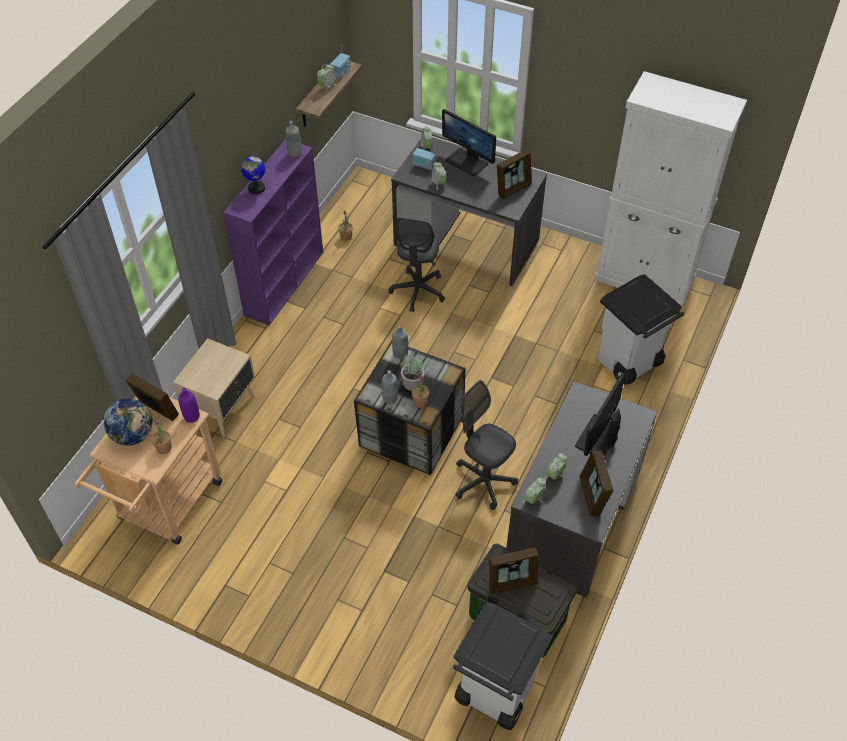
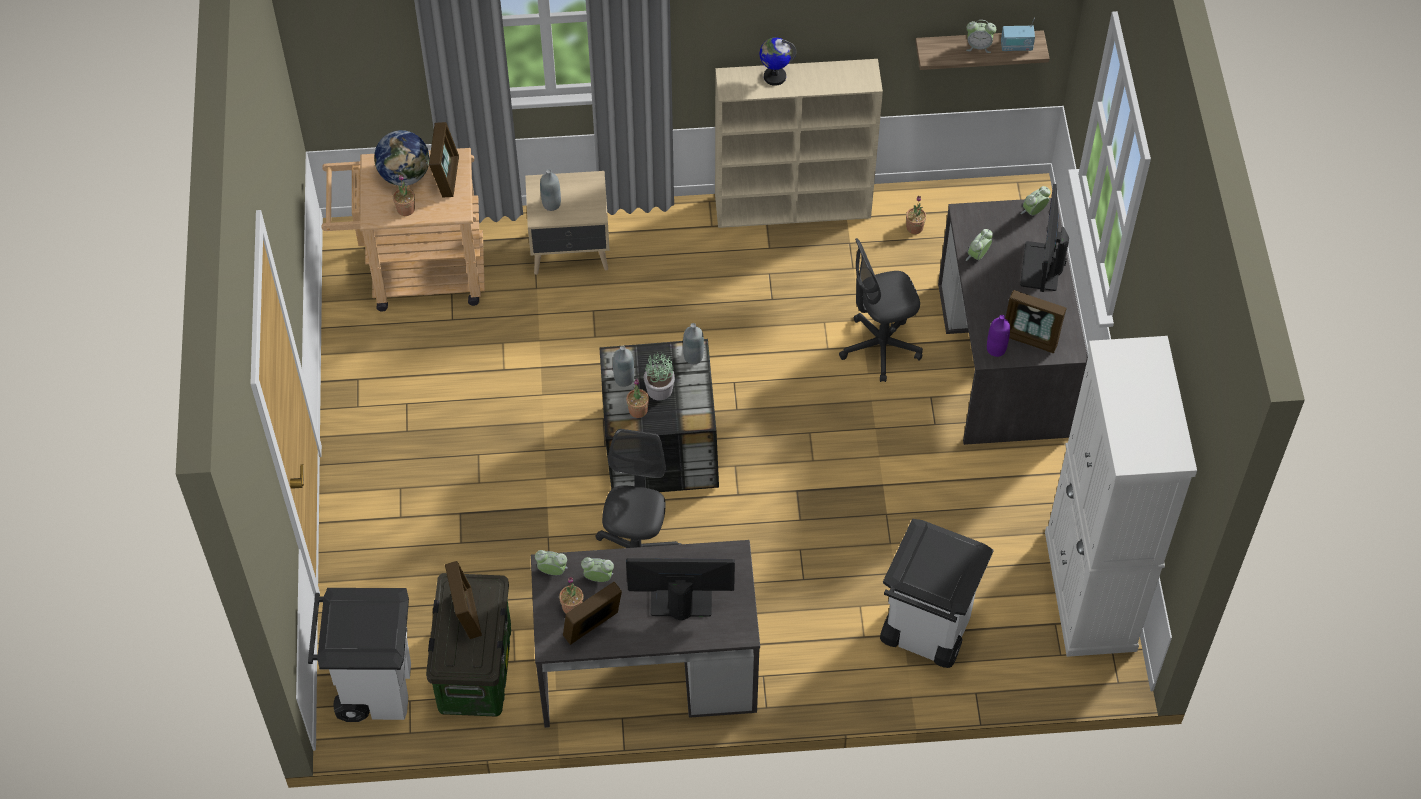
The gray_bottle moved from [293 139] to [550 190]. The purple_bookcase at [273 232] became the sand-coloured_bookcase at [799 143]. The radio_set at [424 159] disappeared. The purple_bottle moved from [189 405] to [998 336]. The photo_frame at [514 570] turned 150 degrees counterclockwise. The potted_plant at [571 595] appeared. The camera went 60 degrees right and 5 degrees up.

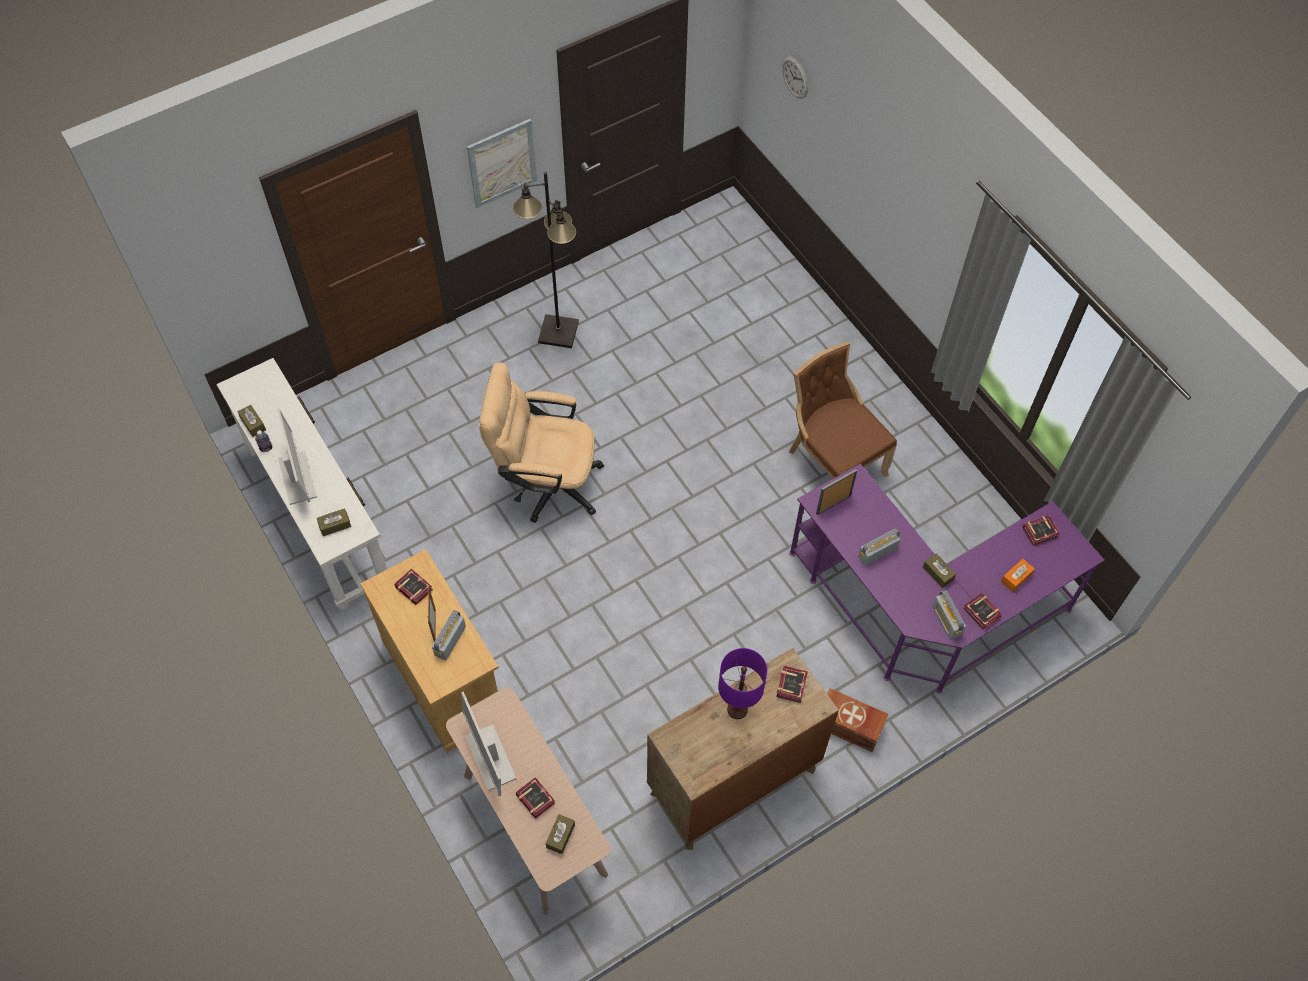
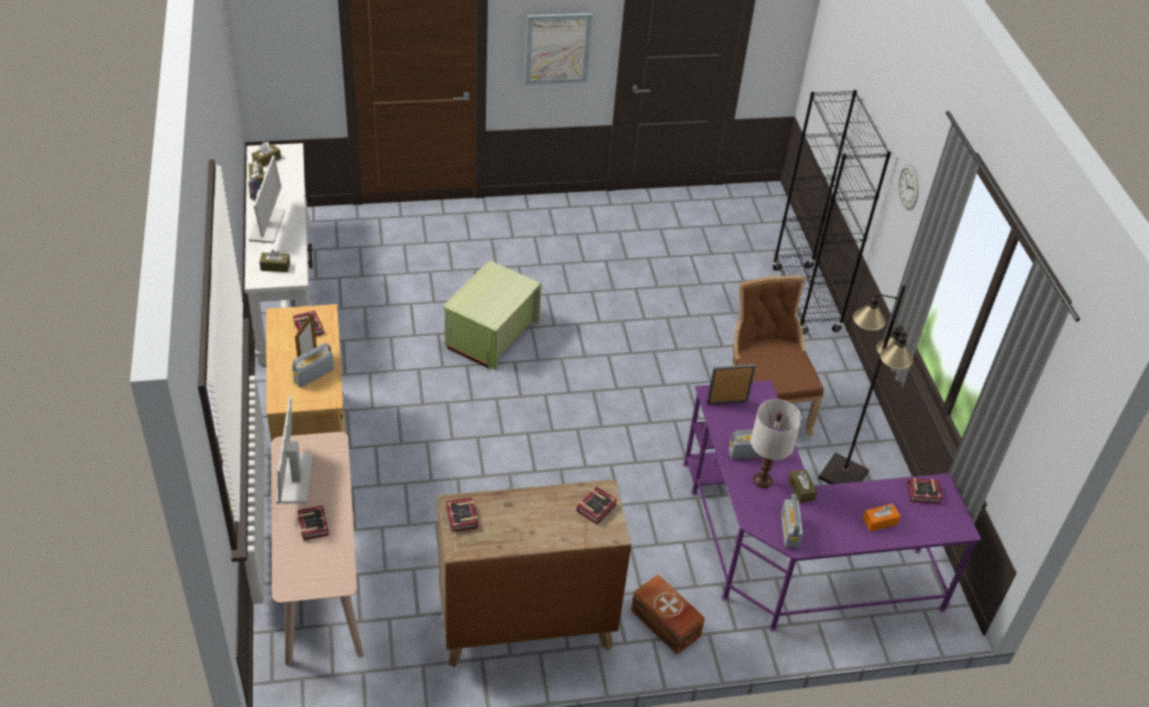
The hanging_clock moved from [795 77] to [908 187]. The blackish_standard_lamp moved from [546 260] to [865 384]. The sand-coloured_office_chair at [541 442] was replaced by the green_storage_bin at [492 315]. The book moved from [982 611] to [462 515]. The purple_table_lamp at [742 683] disappeared. The brown-coloured_box_of_tissues moved from [560 834] to [266 154]. The blackish_bookcase at [831 212] appeared. The whitish_table_lamp at [776 443] appeared. The camera went 20 degrees right and 15 degrees down.

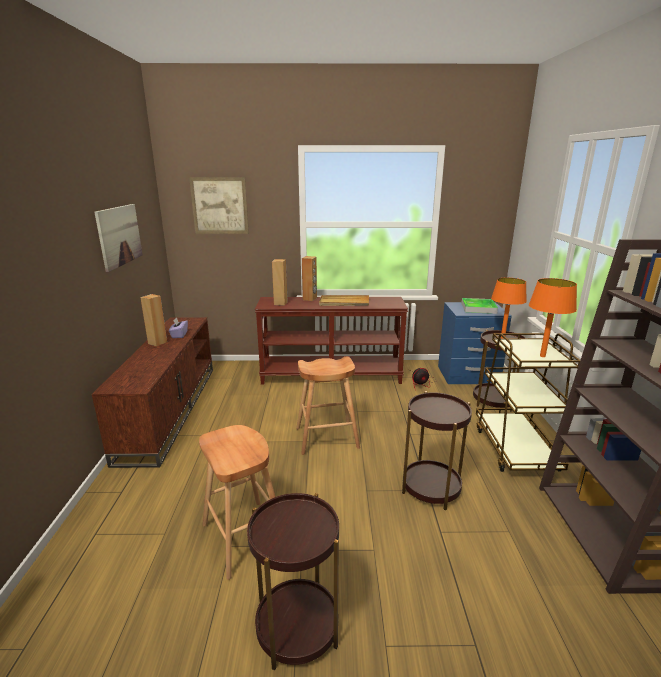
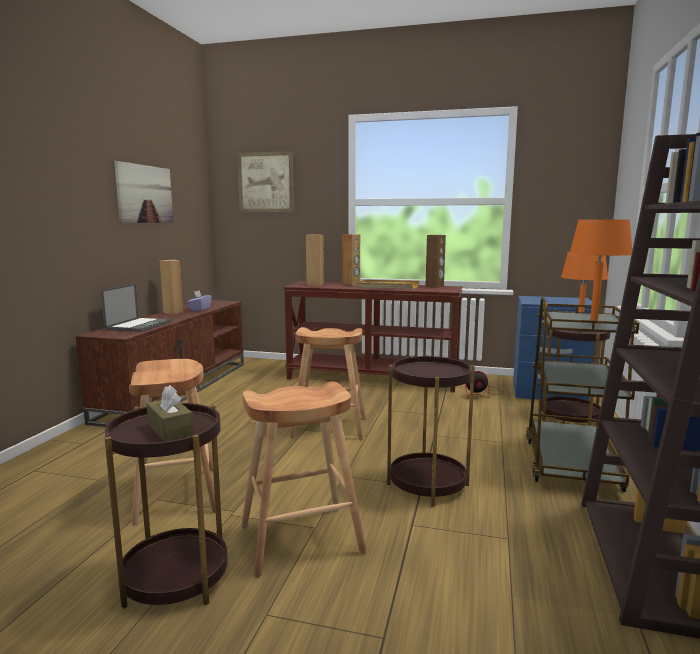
The tray at [479 306] disappeared. The brown-coloured_audio_speaker at [435 261] appeared. The laptop at [136 308] appeared. The brown-coloured_stool at [304 479] appeared. The brown-coloured_box_of_tissues at [170 413] appeared. The camera went 15 degrees right and 10 degrees down.

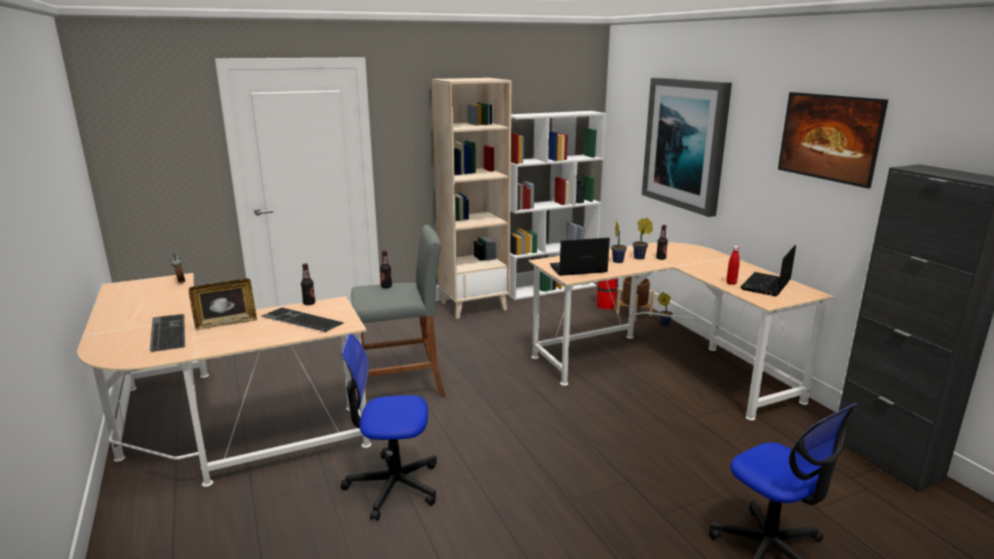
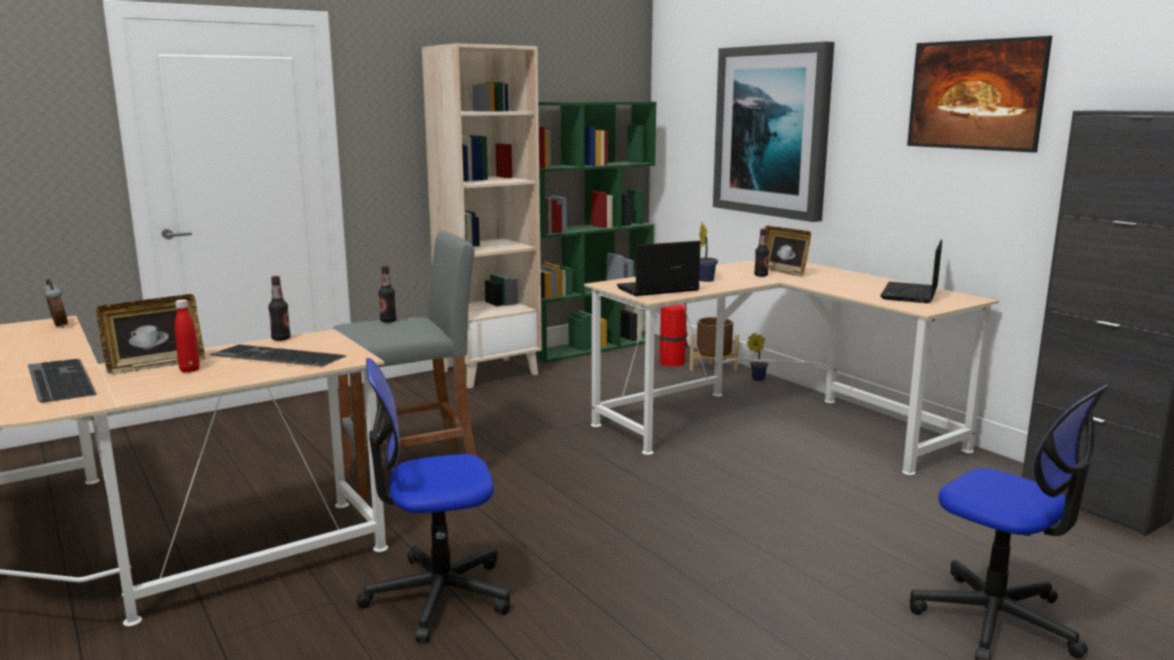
The whitish_bookcase at [556 205] became the green_bookcase at [596 232]. The potted_plant at [643 239] disappeared. The reddish_bottle moved from [733 265] to [187 336]. The photo_frame at [788 251] appeared. The camera went 10 degrees left and 5 degrees down.

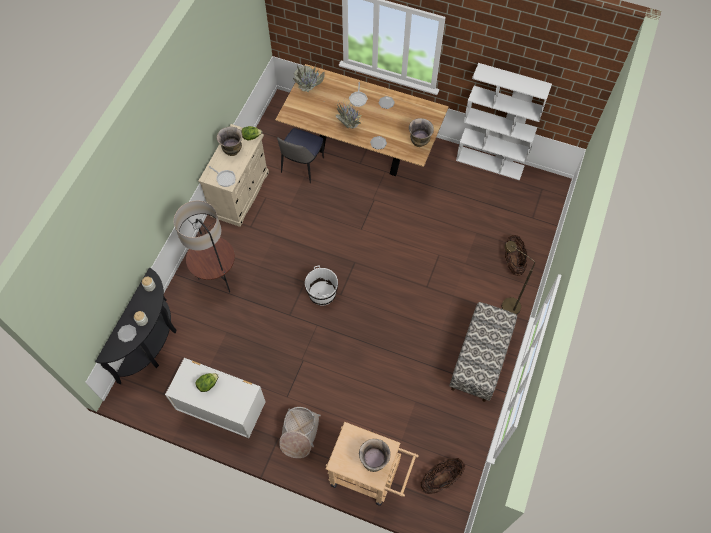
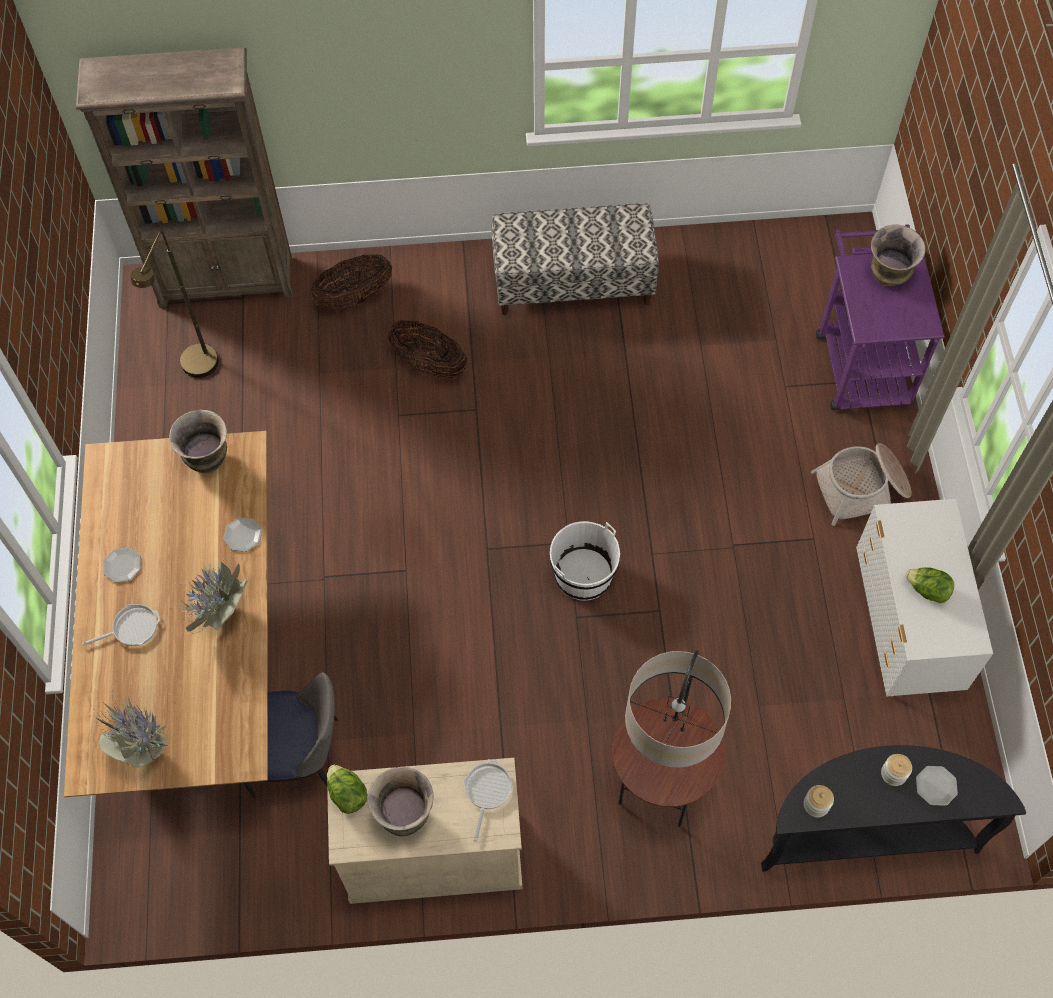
The whitish_bookcase at [504 121] disappeared. The brown-coloured_standard_lamp moved from [518 277] to [174 304]. The sand-coloured_cart at [372 464] became the purple_cart at [880 317]. The storage_basket moved from [442 476] to [427 349]. The brown-coloured_bookcase at [184 177] appeared. The camera went 115 degrees left and 0 degrees up.

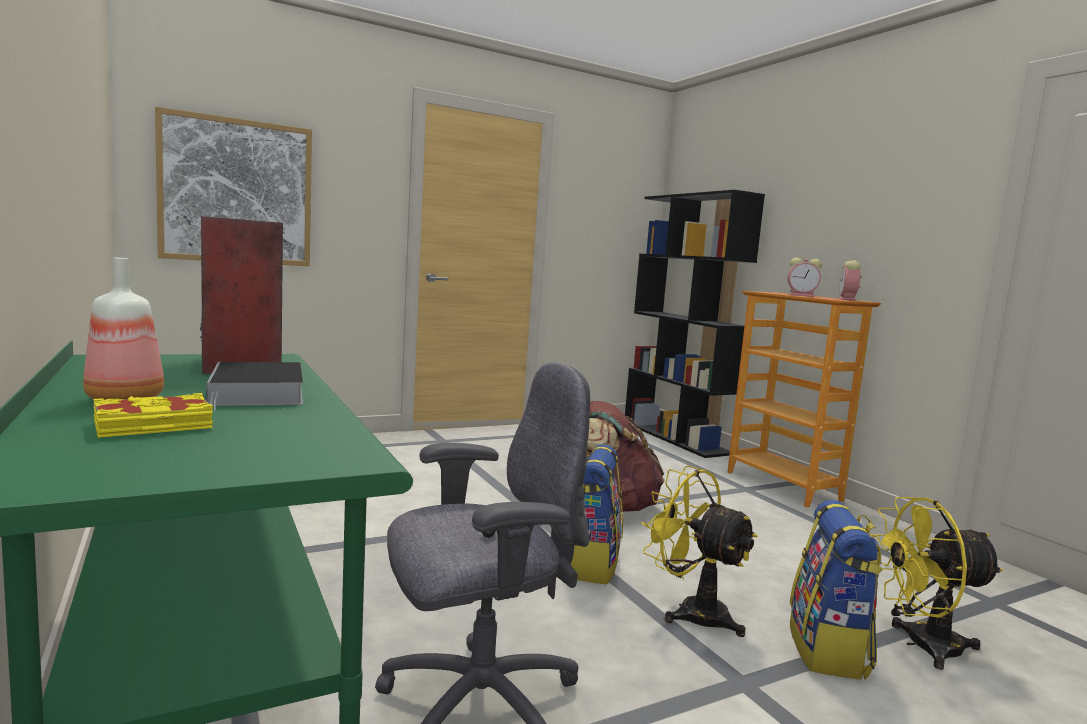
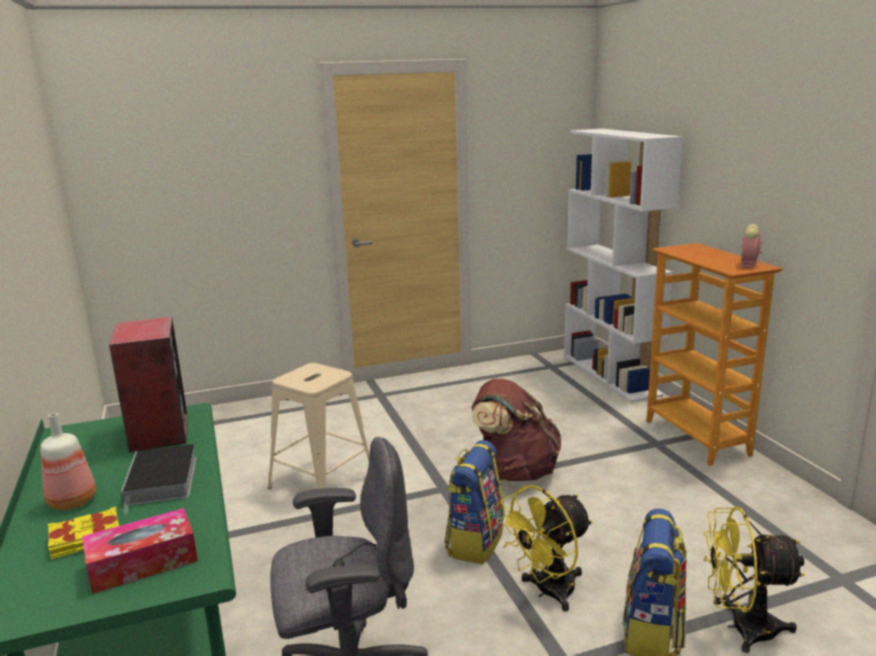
The wall_art at [233 186] disappeared. The blackish_bookcase at [695 324] became the whitish_bookcase at [623 265]. The alarm_clock at [804 277] disappeared. The yellowish_electric_fan at [699 551] turned 90 degrees counterclockwise. The sand-coloured_stool at [319 426] appeared. The box_of_tissues at [140 551] appeared. The camera went 10 degrees right and 10 degrees up.

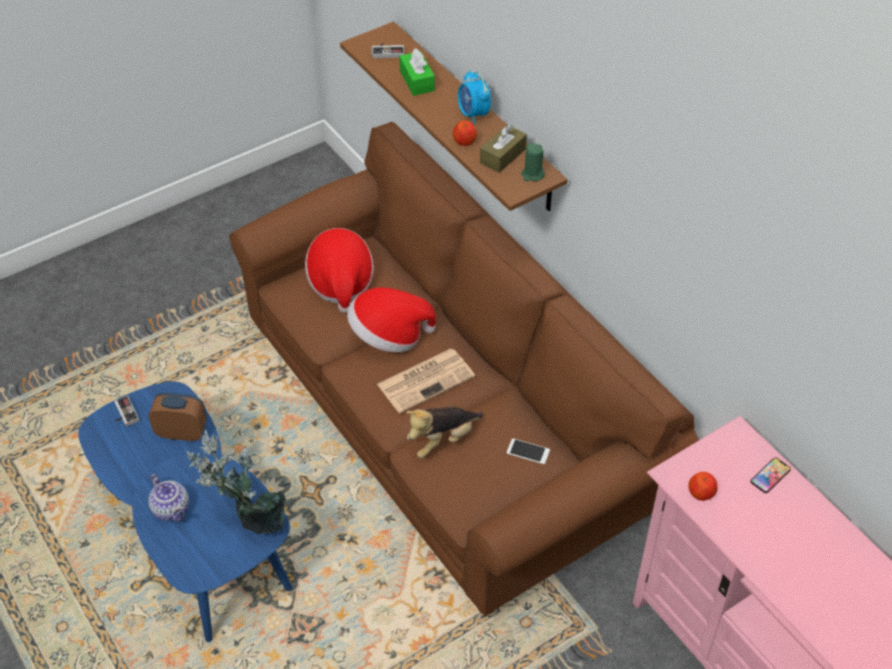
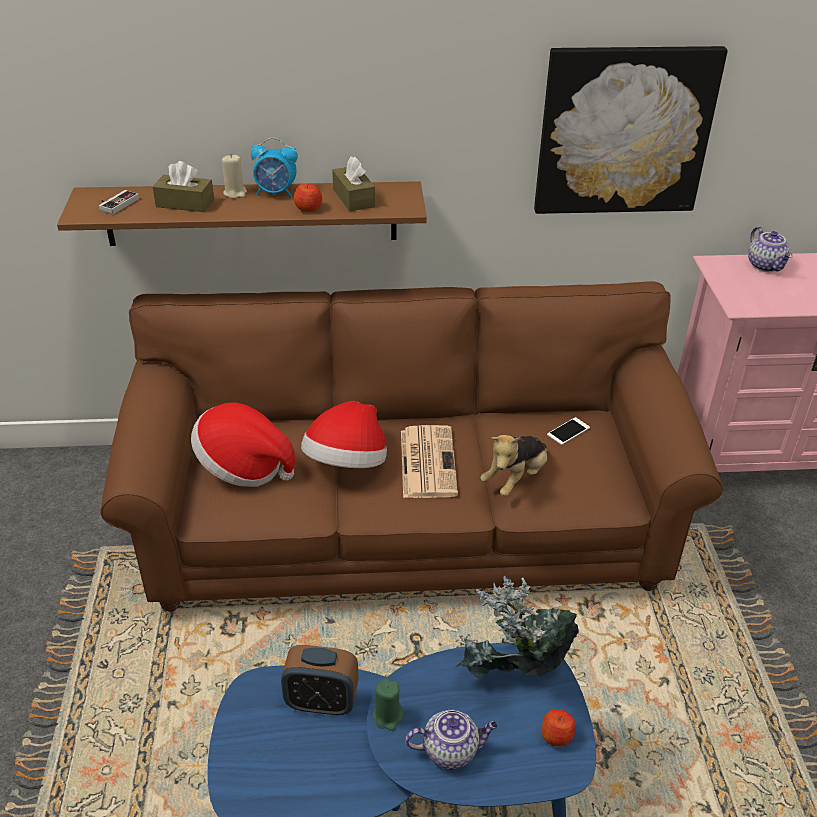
The green_box_of_tissues at [417 72] became the brown-coloured_box_of_tissues at [183 186]. The green_wax_candle moved from [533 162] to [388 704]. The alarm_clock at [178 417] turned 120 degrees counterclockwise. The gamepad at [126 411] disappeared. The soft_toy at [444 432] turned 45 degrees clockwise. The telephone at [770 475] was replaced by the pot_for_tea at [770 249]. The whole_apple moved from [702 486] to [558 728]. The wall_art at [631 130] appeared. The sand-coloured_wax_candle at [234 177] appeared. The camera went 60 degrees left and 10 degrees down.

